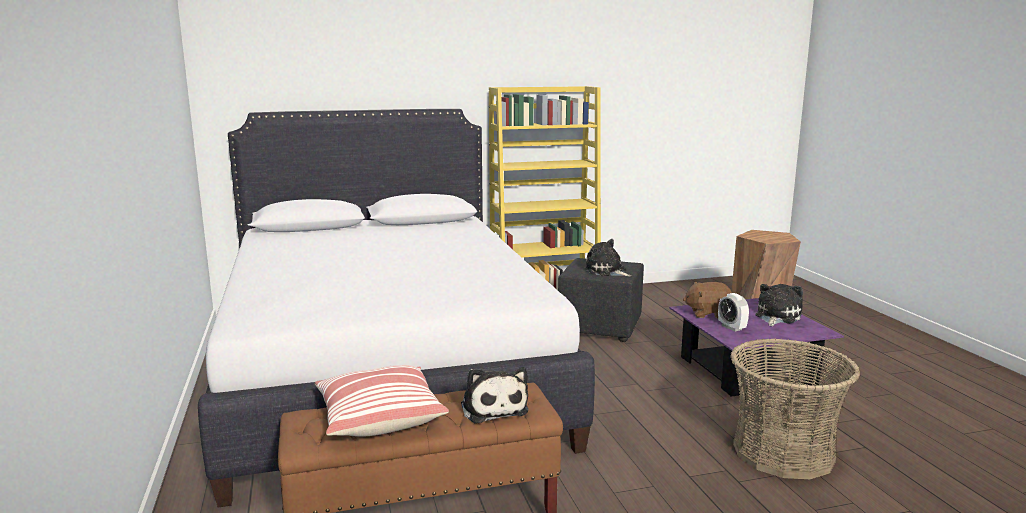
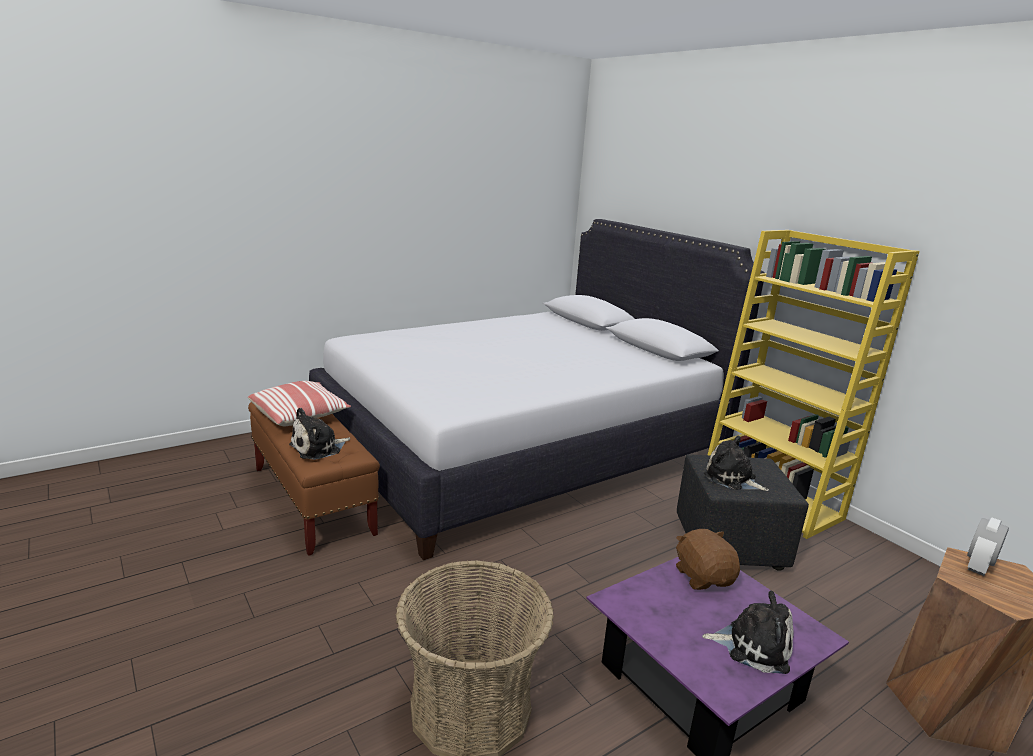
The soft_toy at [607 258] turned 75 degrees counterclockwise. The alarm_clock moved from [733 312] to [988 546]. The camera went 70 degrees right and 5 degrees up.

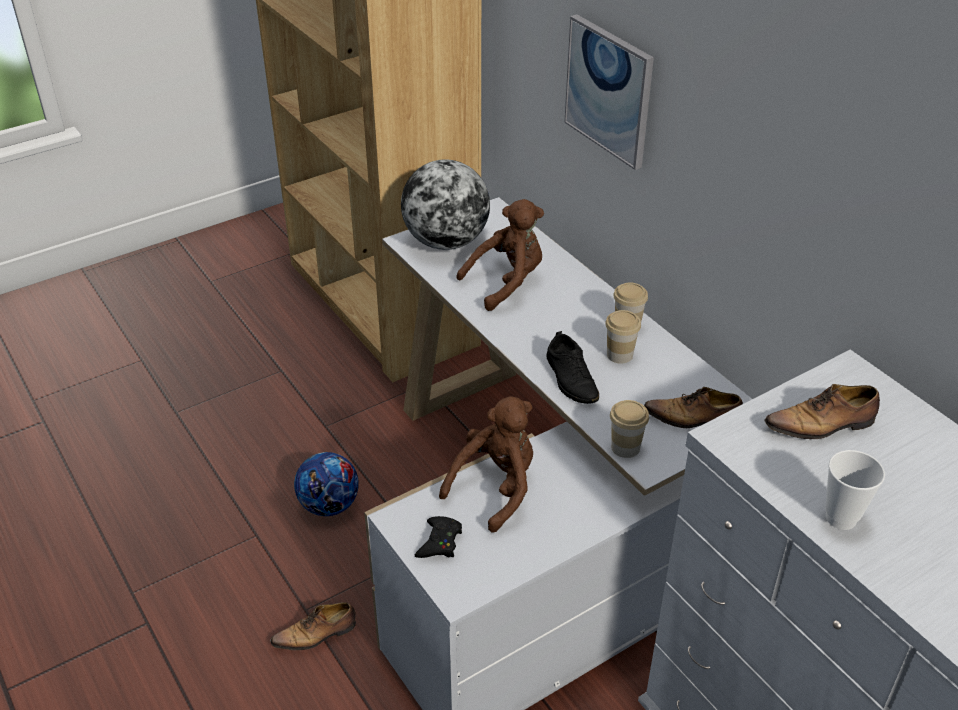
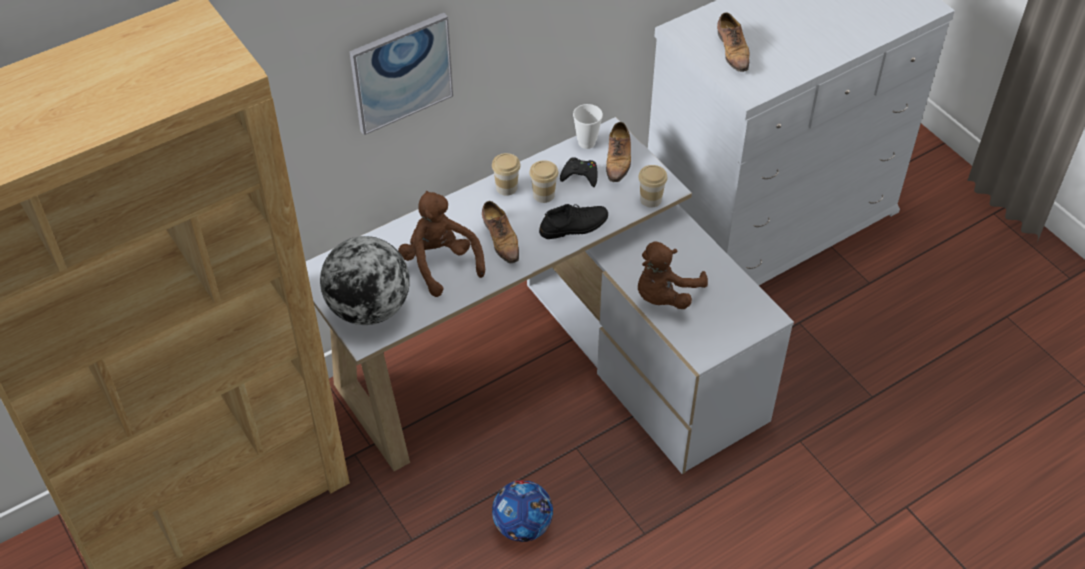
The brown-coloured_soft_toy at [486 464] turned 90 degrees counterclockwise. The drinking_cup moved from [855 490] to [588 126]. The blackish_gamepad moved from [438 537] to [579 172]. The item_of_footwear moved from [313 626] to [500 232]. The camera went 90 degrees left and 10 degrees up.

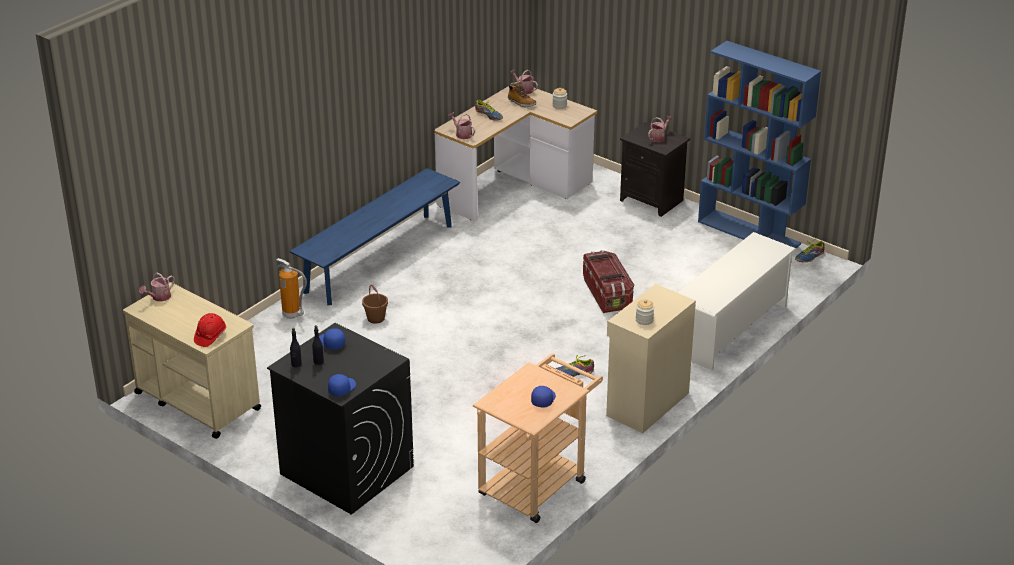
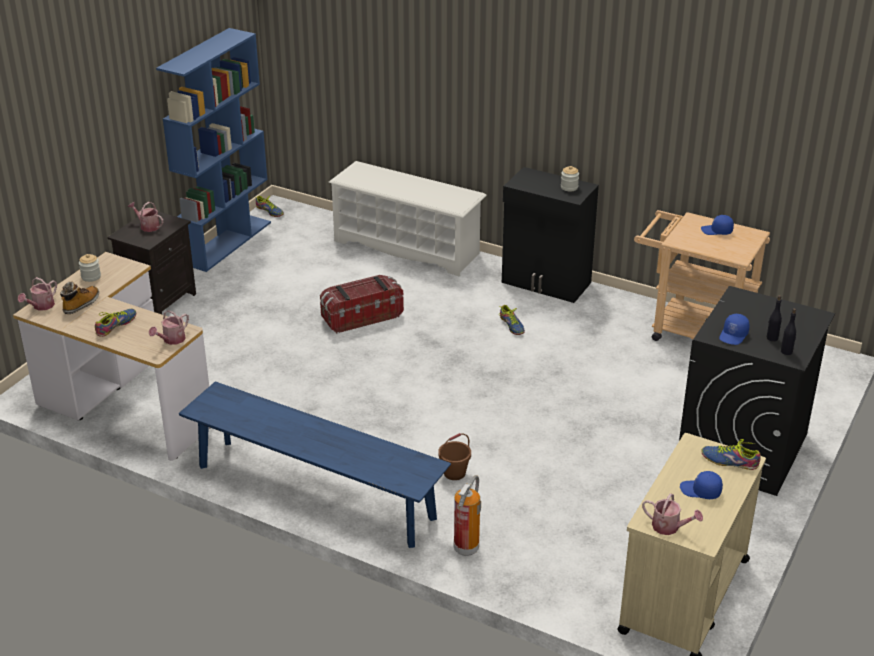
The sand-coloured_cabinet at [651 358] became the blackish_cabinet at [550 235]. The reddish_safety_helmet at [210 330] was replaced by the item_of_footwear at [731 454]. The blue_peaked_cap moved from [342 385] to [701 485]. The camera went 100 degrees left and 0 degrees up.

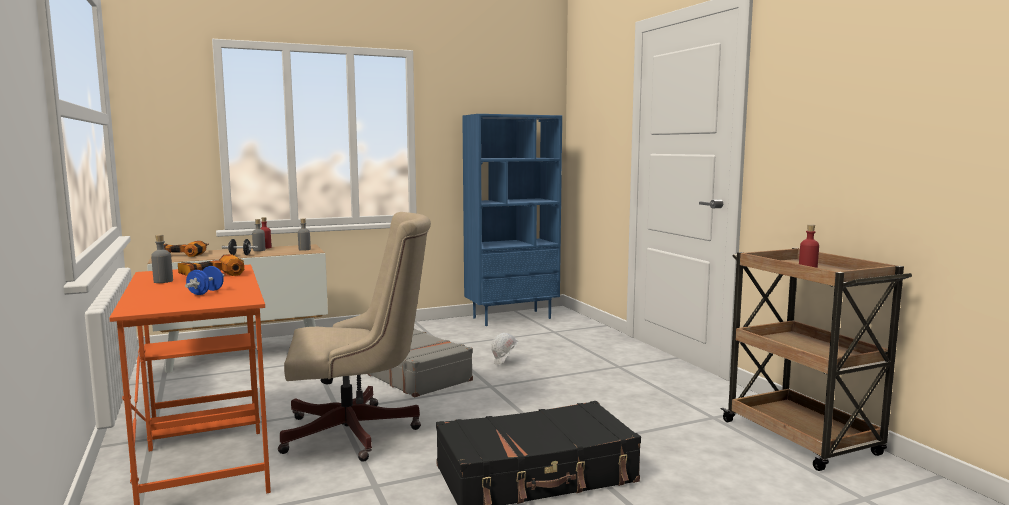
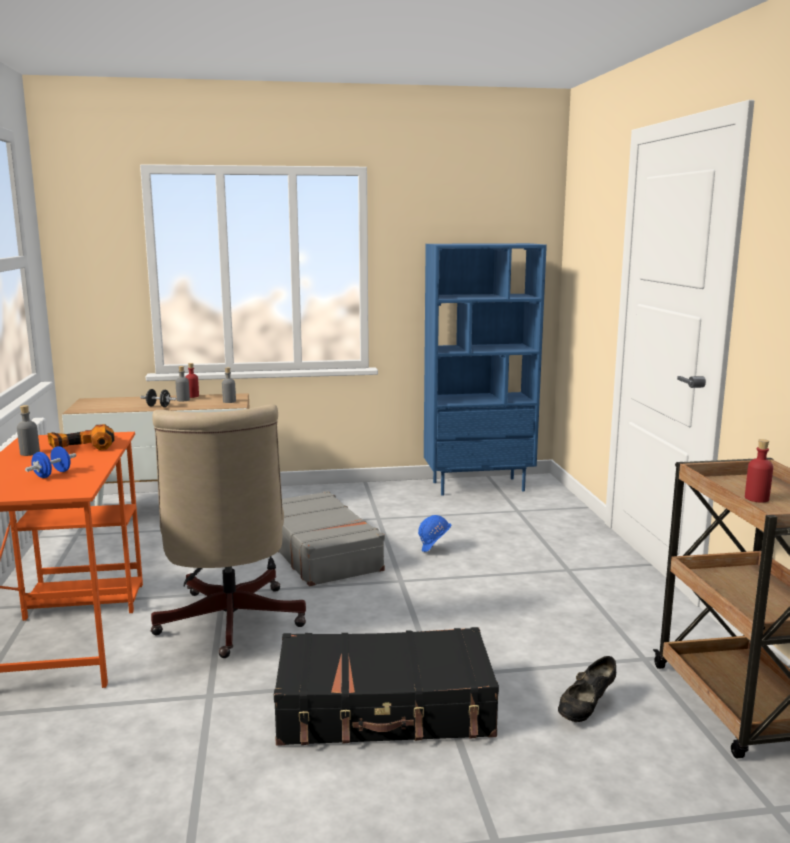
The sand-coloured_office_chair at [354 337] turned 75 degrees clockwise. The drill at [186 249] disappeared. The whitish_safety_helmet at [504 349] became the blue_safety_helmet at [434 533]. The blackish_item_of_footwear at [587 689] appeared. The camera went 15 degrees right and 5 degrees up.

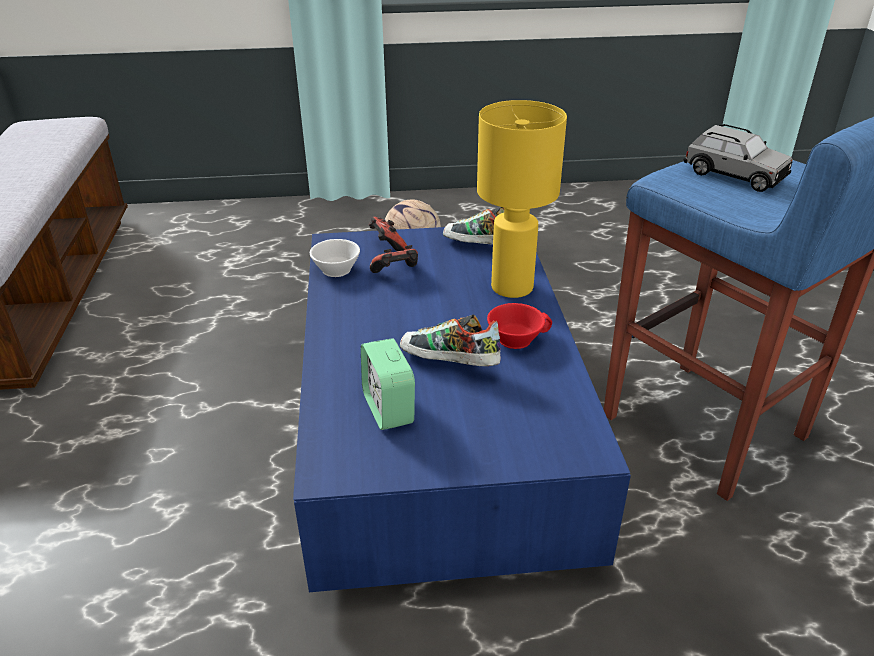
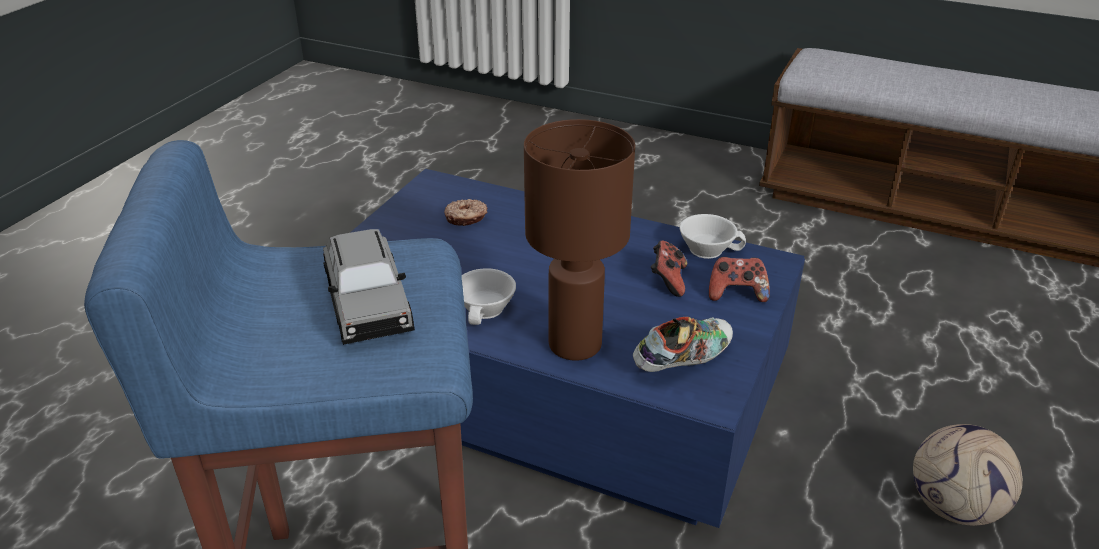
The yellowish_table_lamp at [522 199] became the brown-coloured_table_lamp at [579 240]. The gray_toy_car at [738 158] turned 90 degrees counterclockwise. The reddish_drinking_cup at [519 326] became the whitish_drinking_cup at [489 296]. The item_of_footwear at [450 340] disappeared. The alarm_clock at [388 384] was replaced by the ring_doughnut at [466 212]. The camera went 120 degrees right and 0 degrees up.

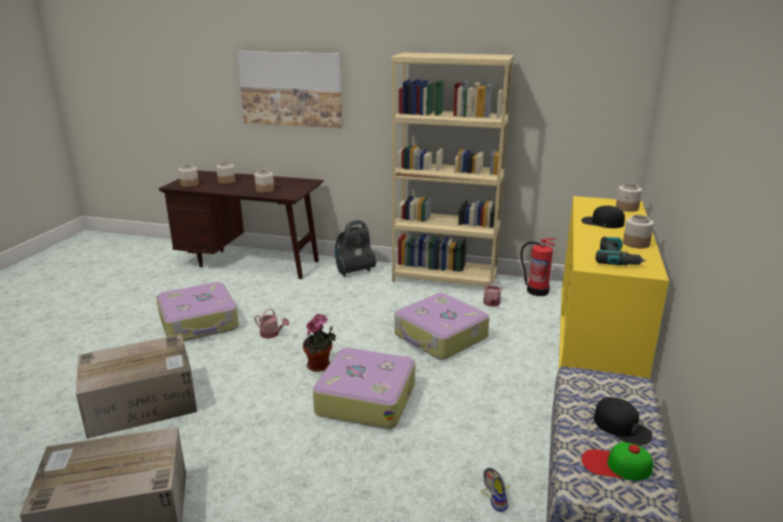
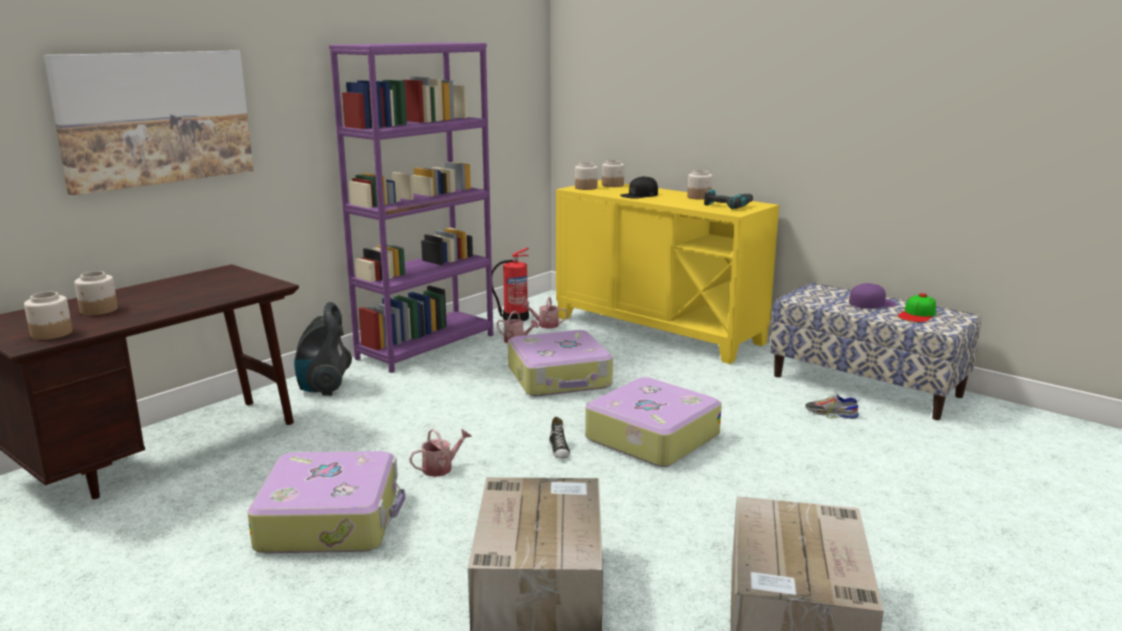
The sand-coloured_bookcase at [452 169] became the purple_bookcase at [411 207]. The jar moved from [264 181] to [586 176]. The potted_plant at [319 343] was replaced by the item_of_footwear at [559 437]. The blackish_peaked_cap at [623 421] became the purple_peaked_cap at [873 296]. The watering_pot at [545 313] appeared. The camera went 65 degrees left and 5 degrees down.

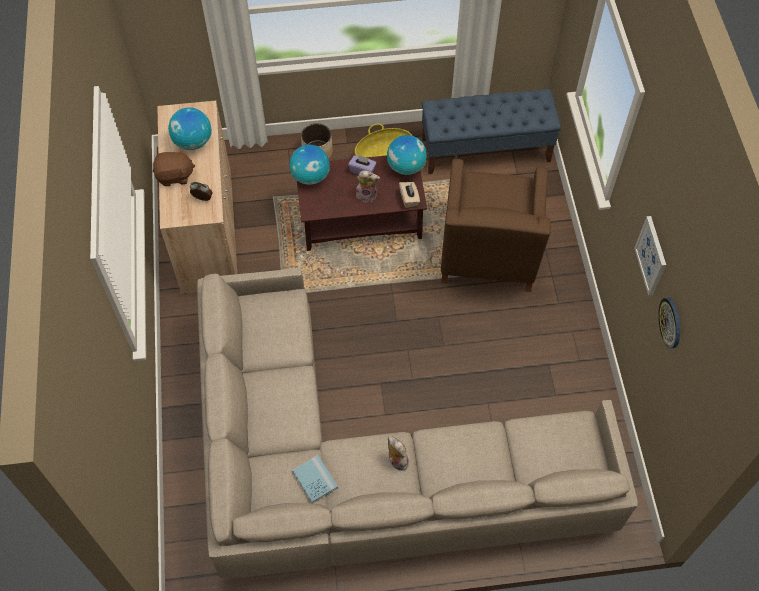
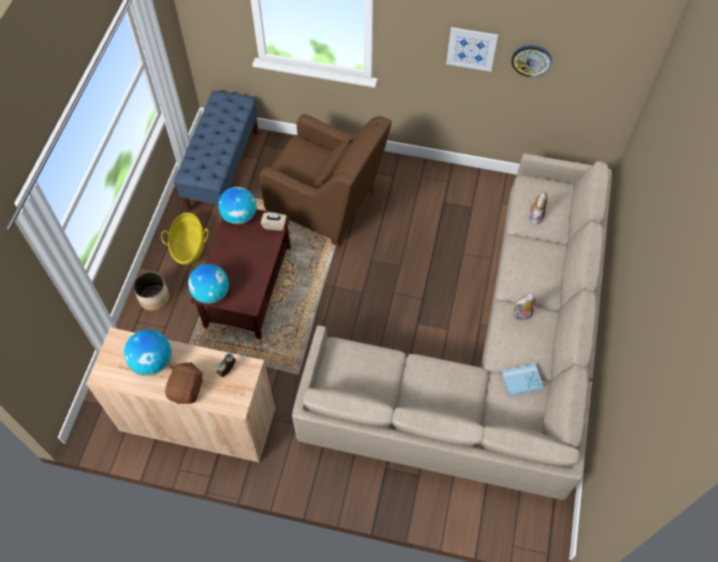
The purple_box_of_tissues at [362 165] disappeared. The soft_toy moved from [368 186] to [538 208]. The camera went 70 degrees left and 0 degrees up.

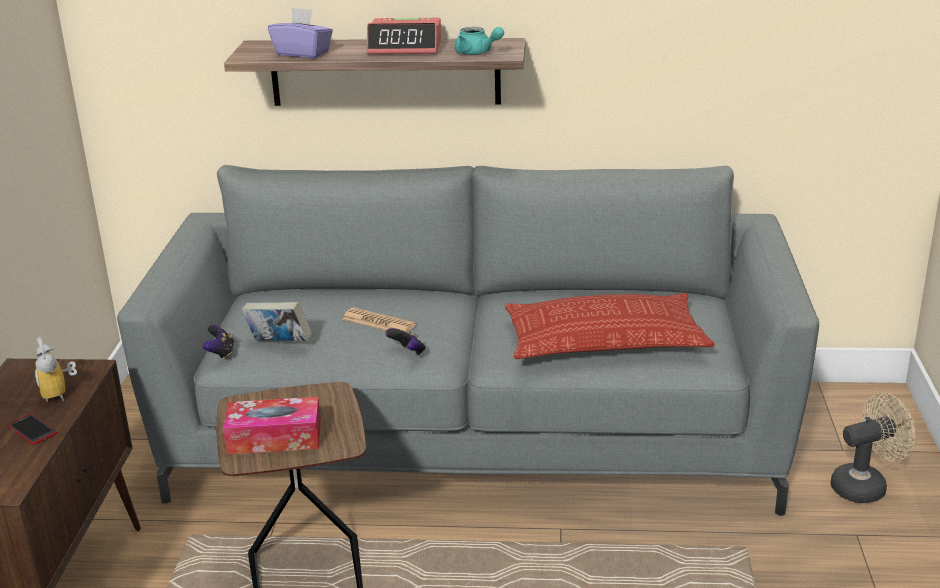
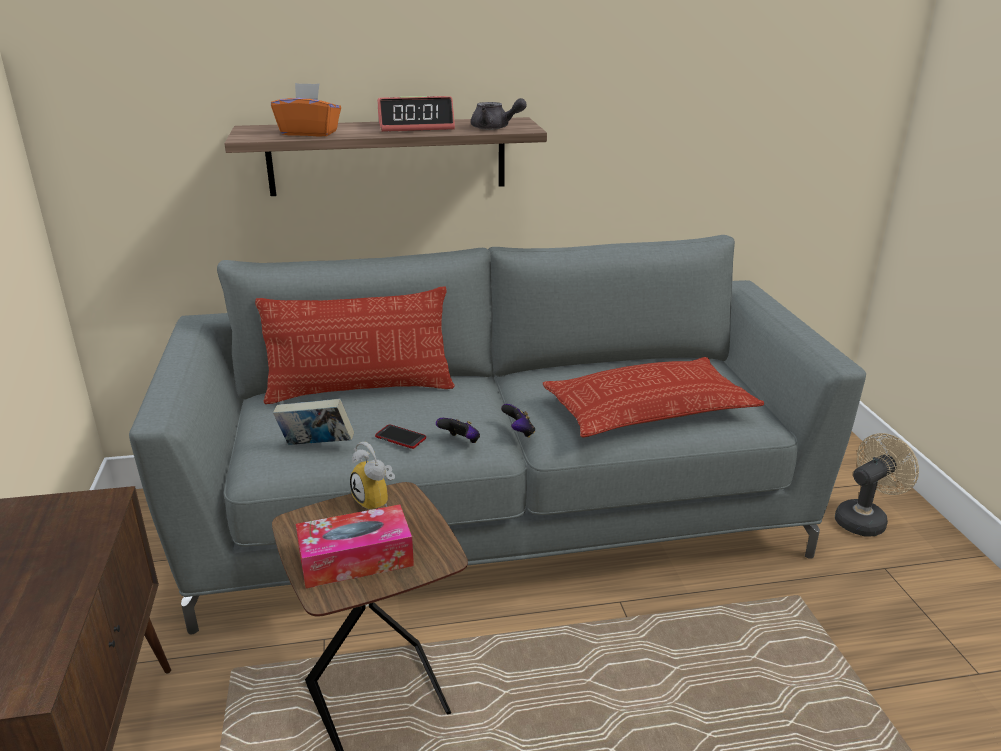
The purple_box_of_tissues at [300 33] became the orangey_box_of_tissues at [306 110]. The turquoise-coloured_pot_for_tea at [479 41] became the gray_pot_for_tea at [499 114]. The newspaper at [379 319] disappeared. The gamepad moved from [218 342] to [518 421]. The alarm_clock moved from [55 369] to [372 476]. The telephone moved from [32 429] to [400 436]. The pillow at [355 345] appeared. The camera went 15 degrees left and 0 degrees up.

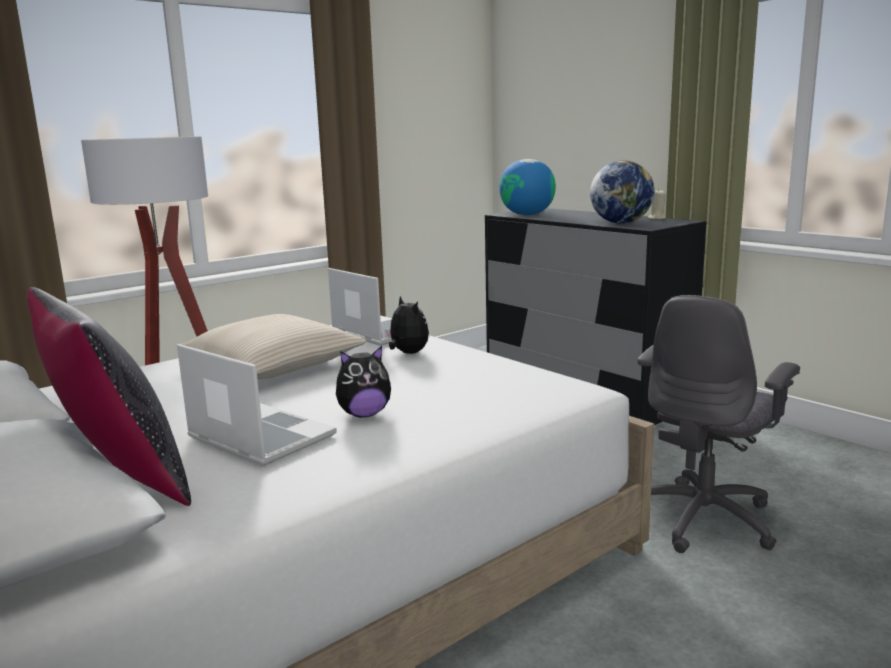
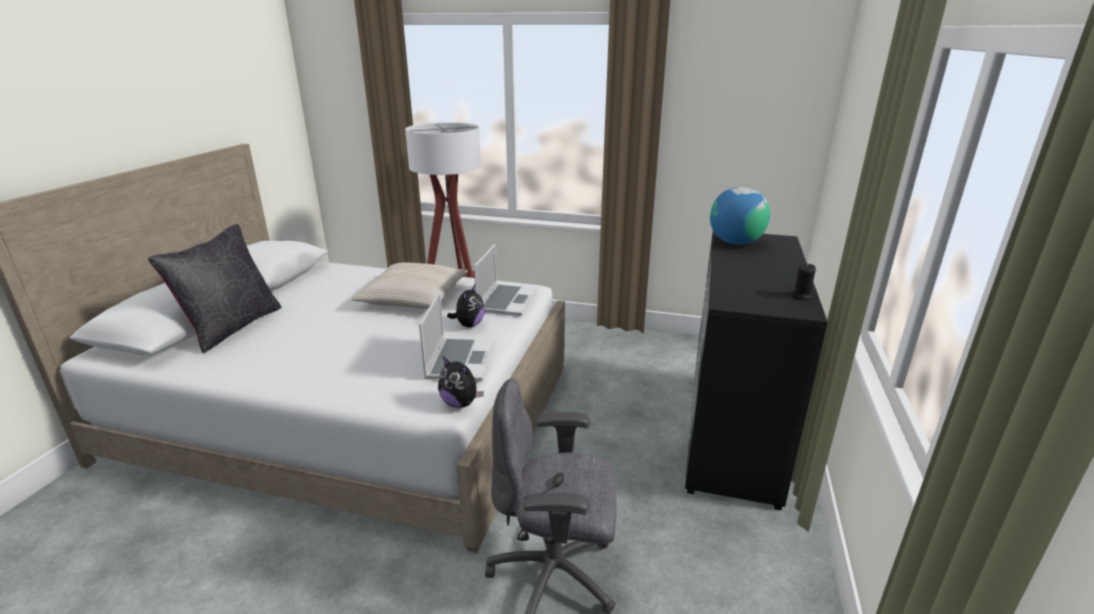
The globe at [622 192] disappeared. The sand-coloured_wax_candle at [656 204] became the blackish_wax_candle at [803 282]. The laptop moved from [257 405] to [456 336]. The soft_toy moved from [363 381] to [461 382]. The camera went 55 degrees right and 10 degrees up.

